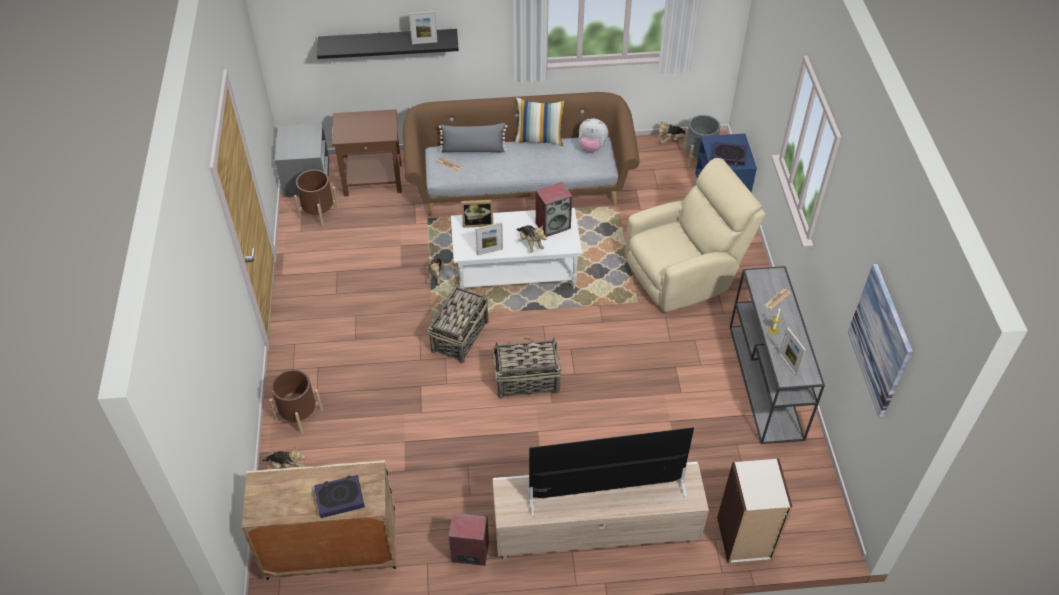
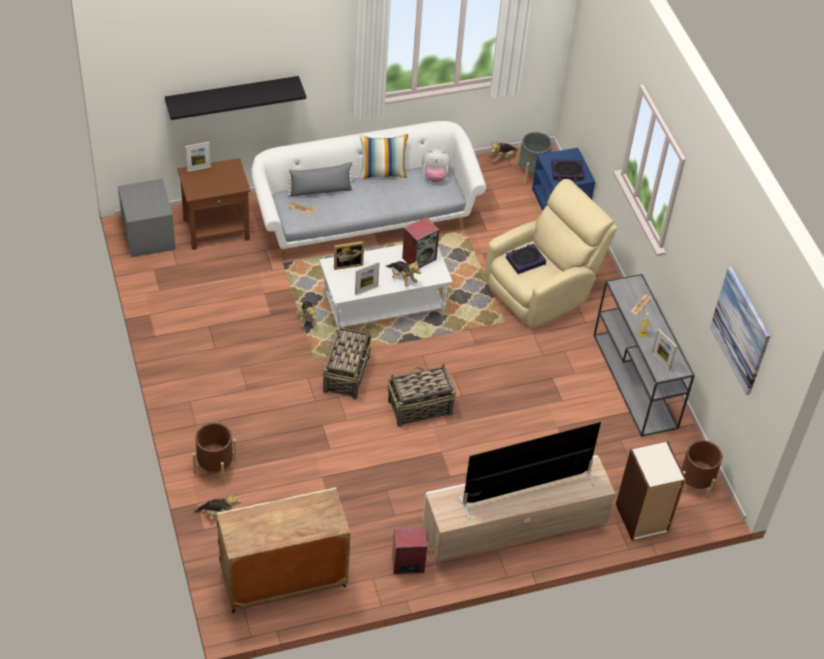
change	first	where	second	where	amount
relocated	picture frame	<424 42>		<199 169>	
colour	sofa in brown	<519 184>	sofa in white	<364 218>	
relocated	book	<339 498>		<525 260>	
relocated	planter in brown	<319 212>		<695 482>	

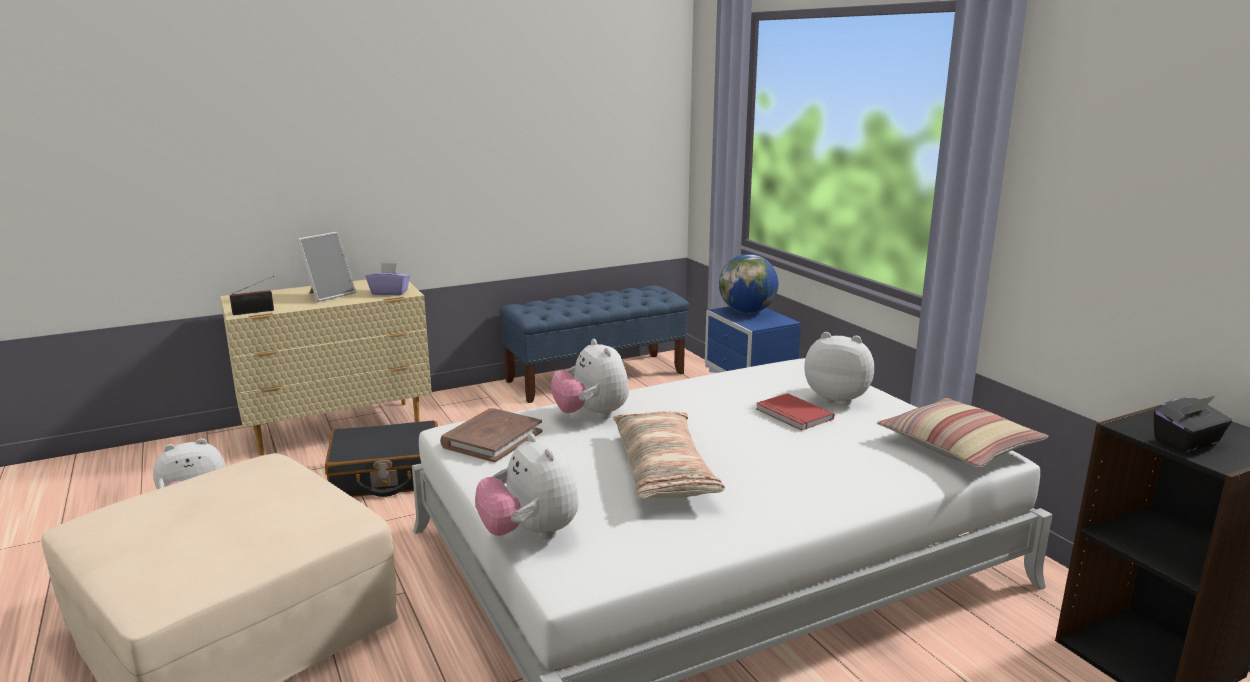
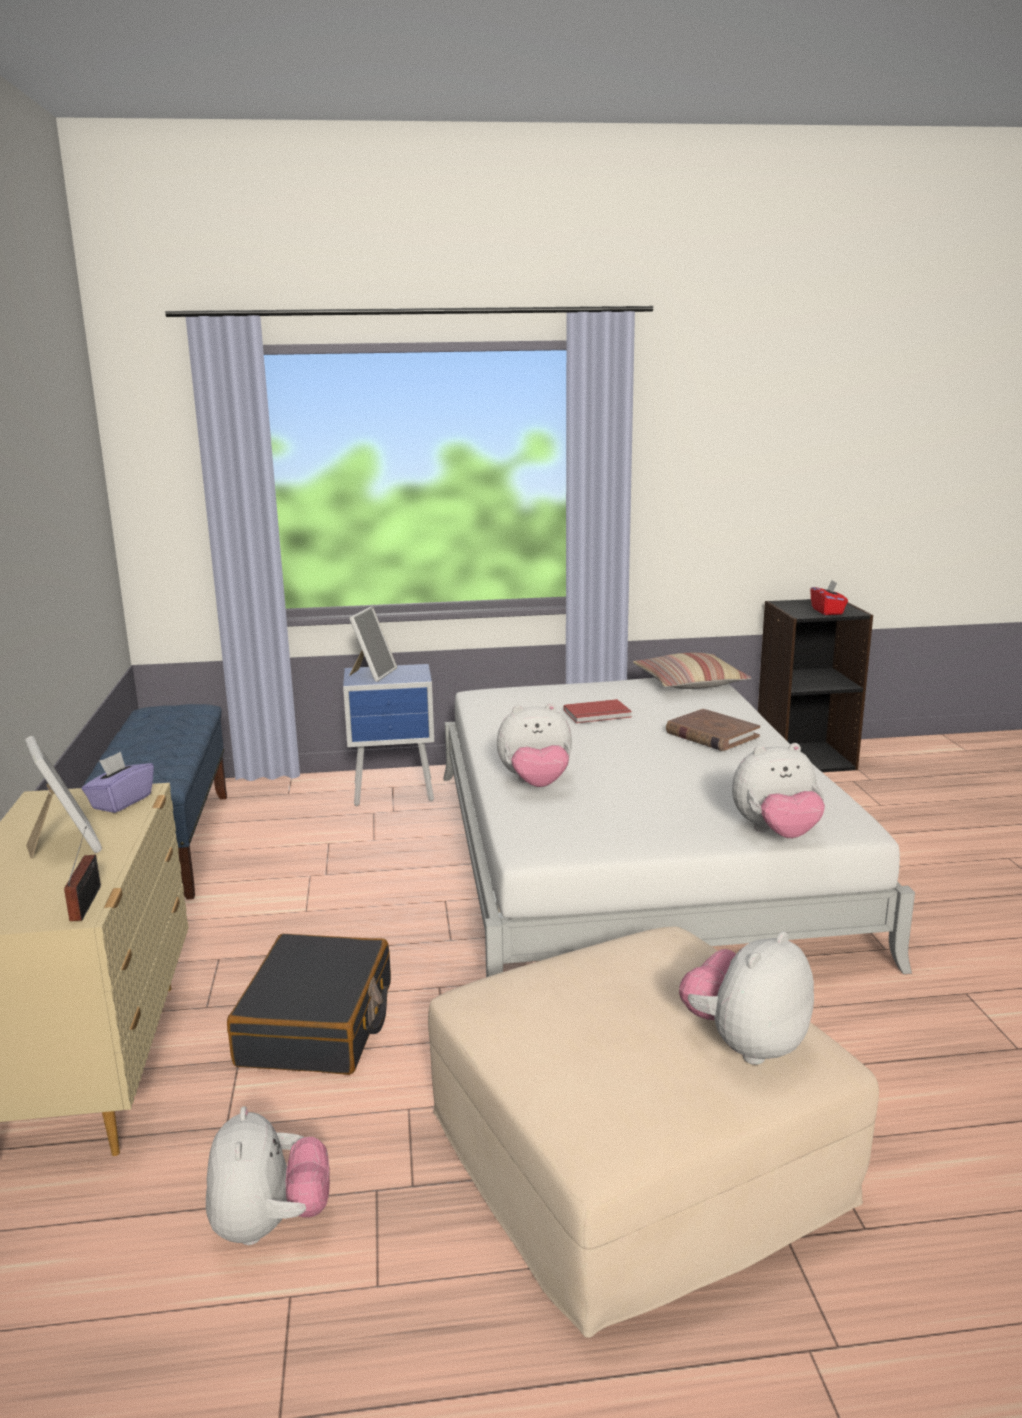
change	first	where	second	where	amount
exchanged	globe	<747 312>	picture frame	<372 674>	
relocated	book in brown	<492 439>		<711 734>	
relocated	plush toy	<838 398>		<745 1044>	
colour	tissue box in black	<1187 442>	tissue box in red	<827 611>	
missing	pillow	<664 470>			

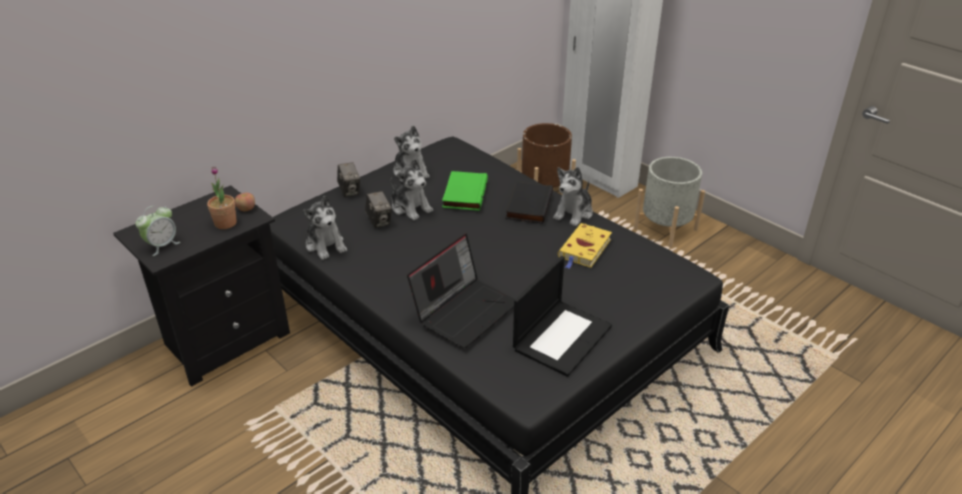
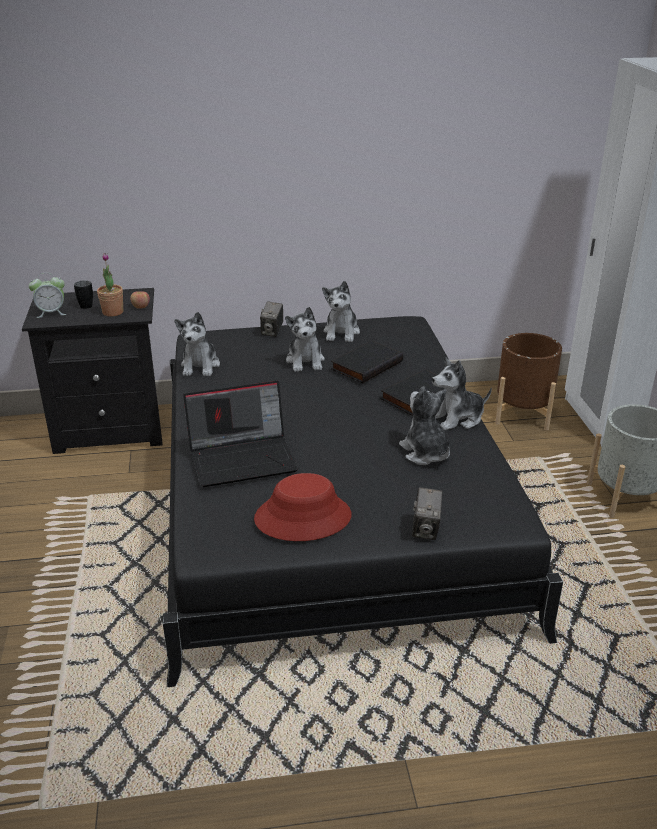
change	first	where	second	where	amount
appeared			mug in black	<85 304>	
exchanged	laptop	<562 337>	hat in red	<303 517>	
colour	book in green	<464 193>	book in black	<366 365>	
exchanged	book in yellow	<584 249>	plush toy	<425 453>	
relocated	photo camera	<379 221>		<426 529>	

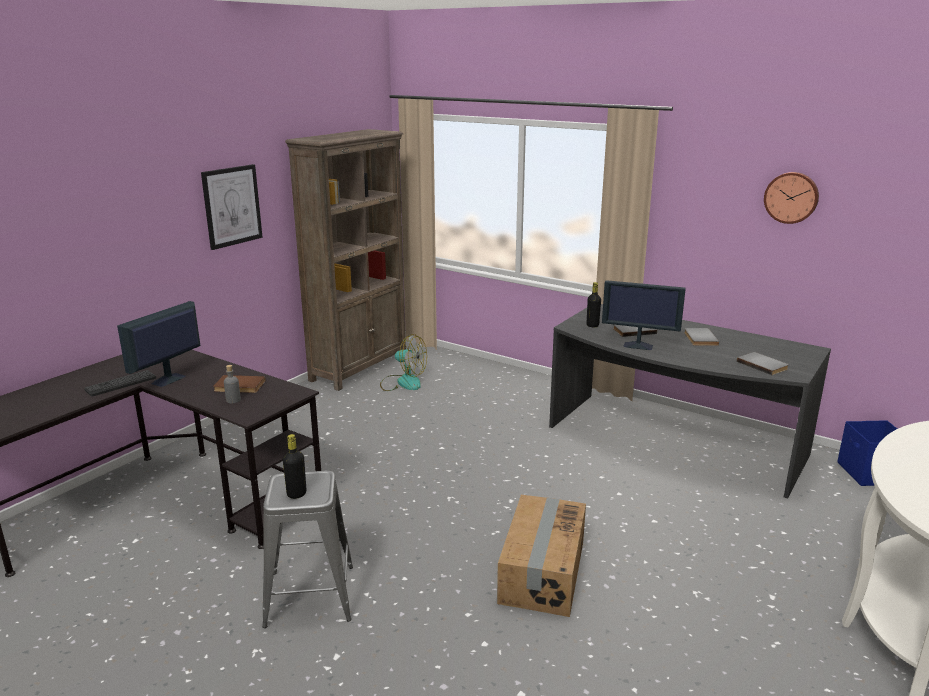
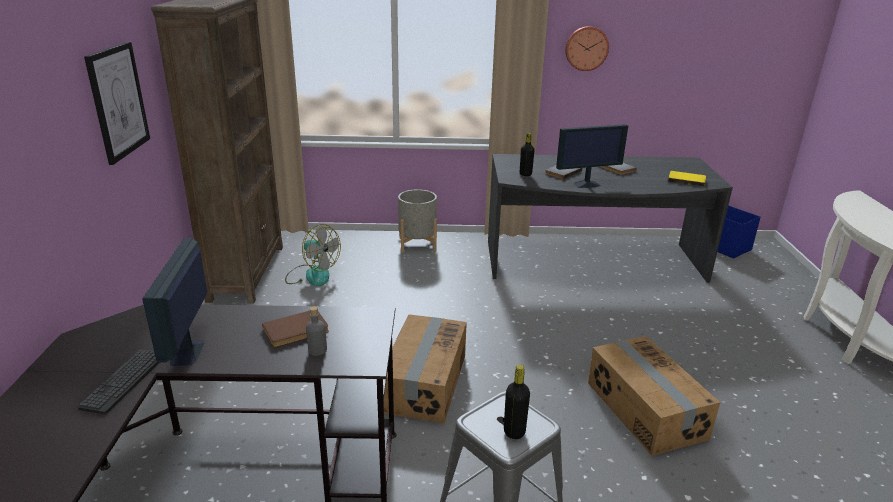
change	first	where	second	where	amount
spun	fan	<403 382>		<312 275>	45 degrees clockwise
appeared			cardboard box	<424 383>	
appeared			planter in grey	<417 244>	
relocated	wall clock	<791 197>		<586 48>	
colour	book in grey	<763 365>	book in yellow	<686 180>	

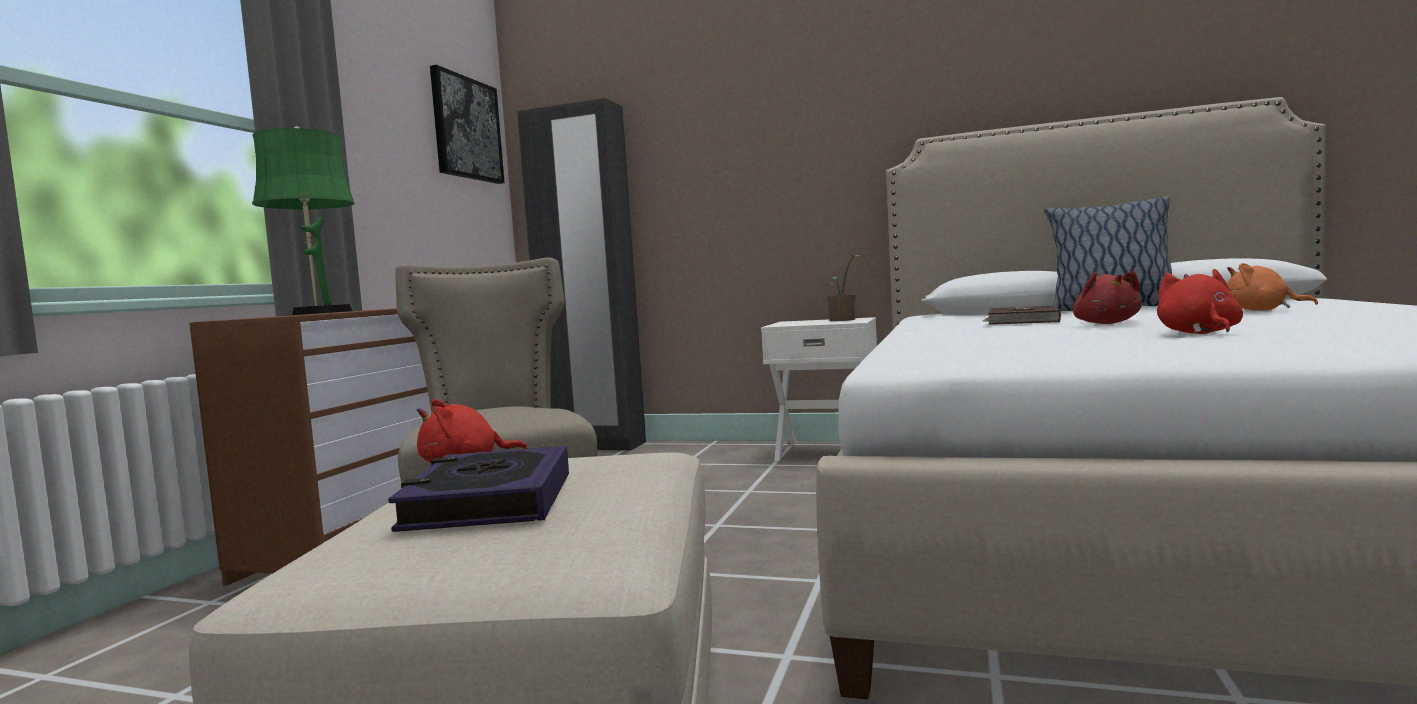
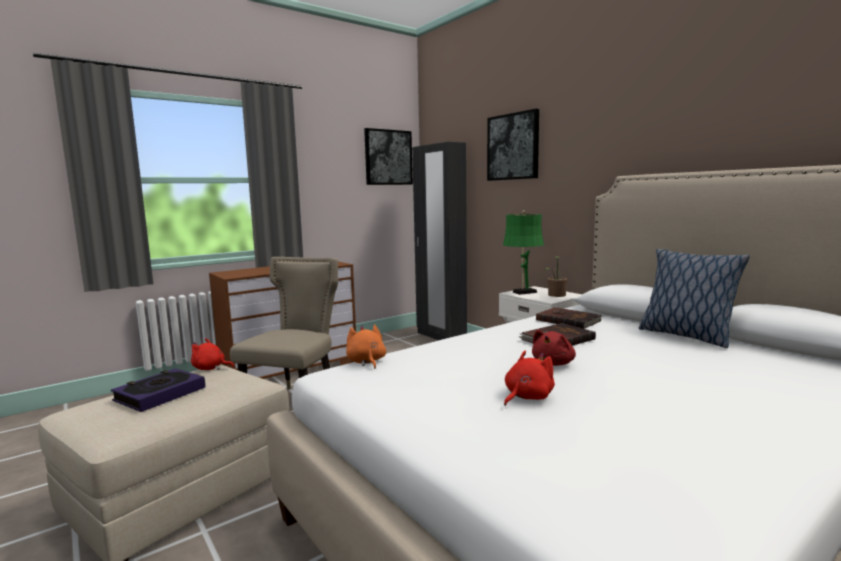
change	first	where	second	where	amount
relocated	plush toy in orange	<1261 310>		<366 362>	
appeared			picture	<513 147>	
relocated	table lamp in green	<317 313>		<522 292>	
appeared			book in brown	<568 320>	

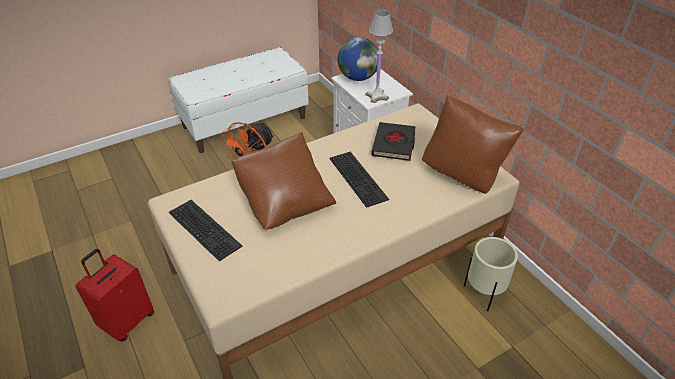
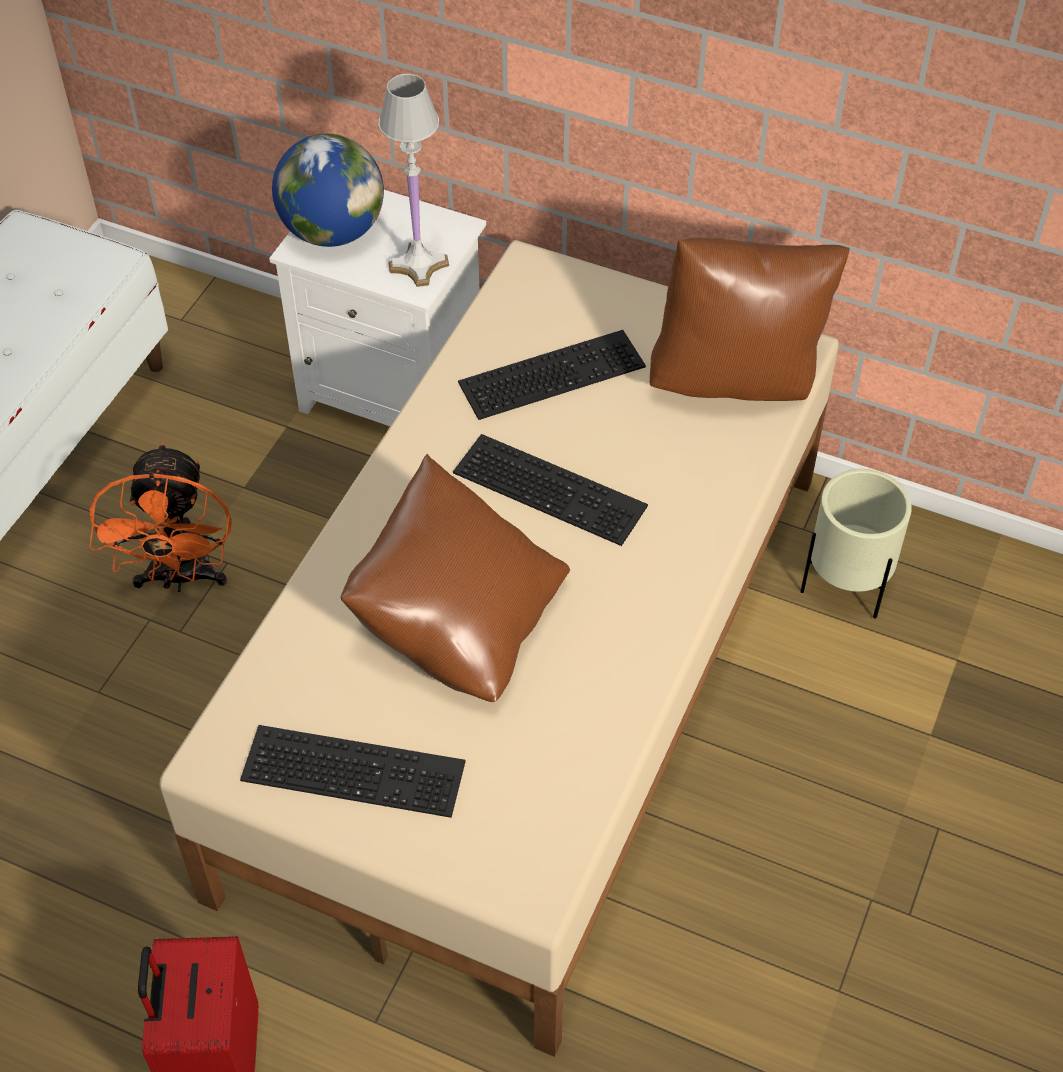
change	first	where	second	where	amount
exchanged	book in black	<394 144>	keyboard	<552 371>	

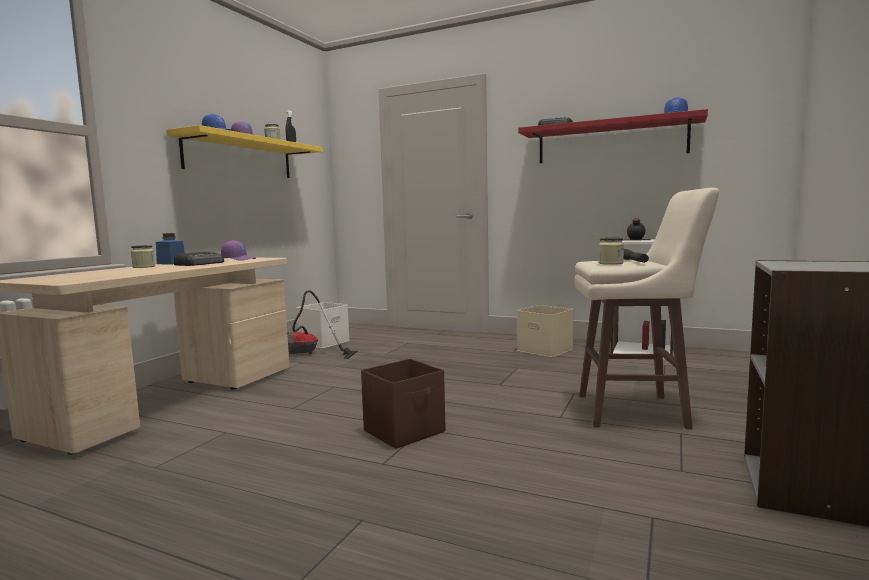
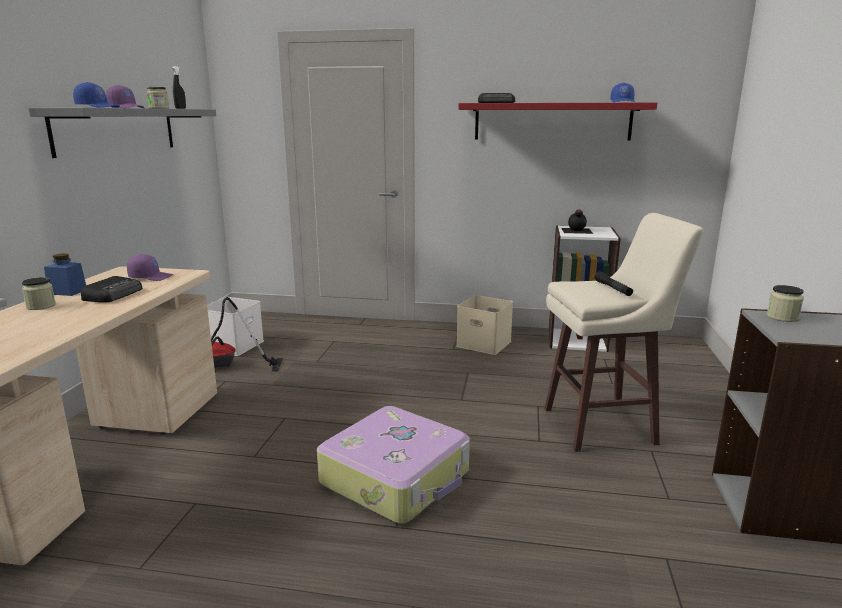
change	first	where	second	where	amount
colour	shelf in yellow	<240 157>	shelf in grey	<117 130>	
exchanged	storage box in brown	<405 431>	suitcase	<397 478>	
relocated	jar	<610 263>		<782 317>	

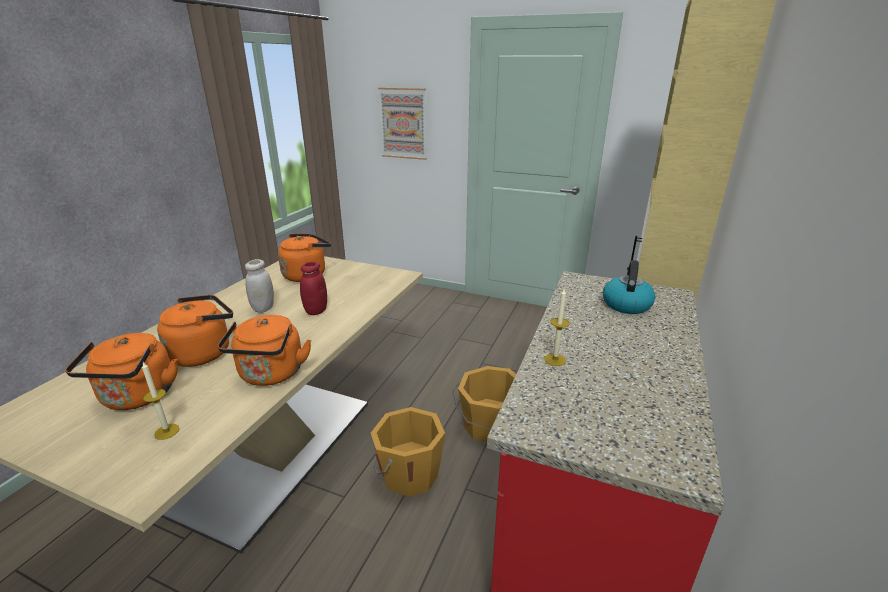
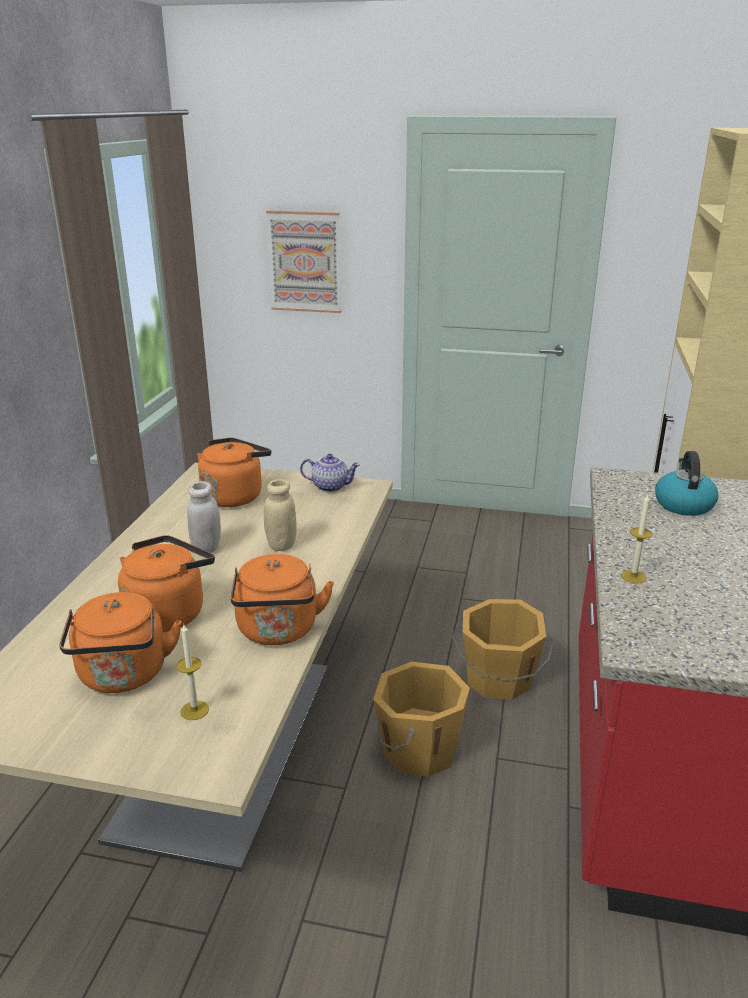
change	first	where	second	where	amount
colour	jar in red	<316 311>	jar in beige	<281 545>	
appeared			teapot	<330 486>	

